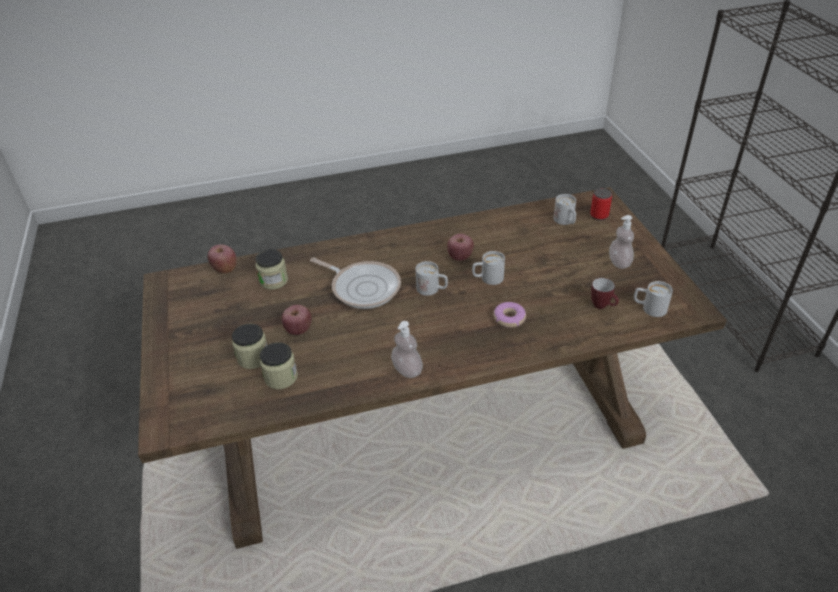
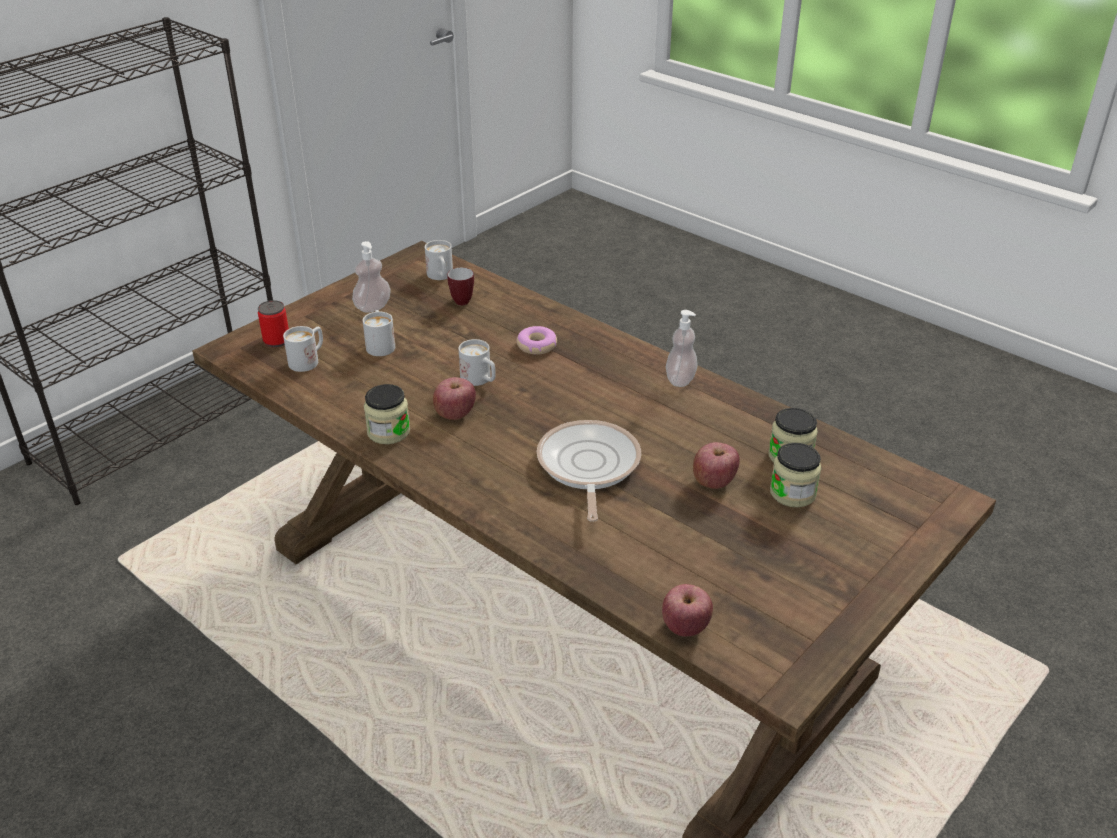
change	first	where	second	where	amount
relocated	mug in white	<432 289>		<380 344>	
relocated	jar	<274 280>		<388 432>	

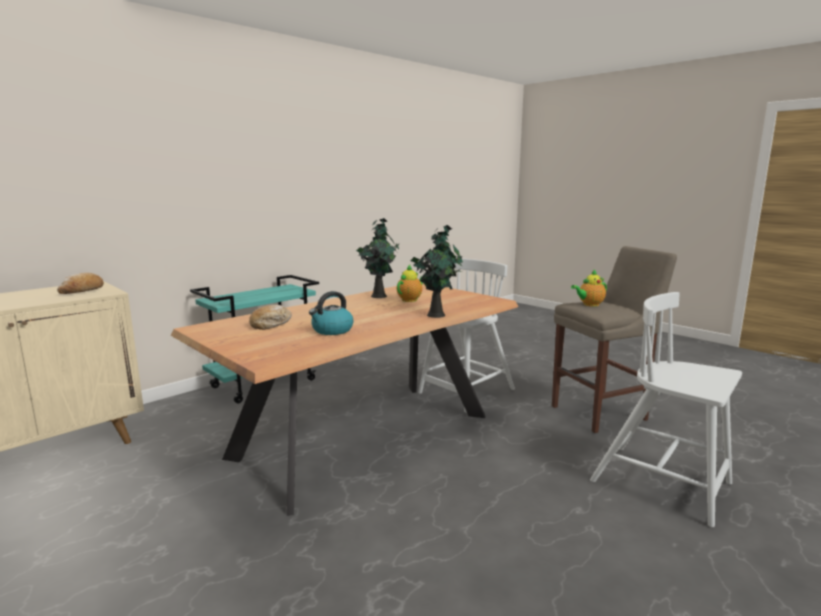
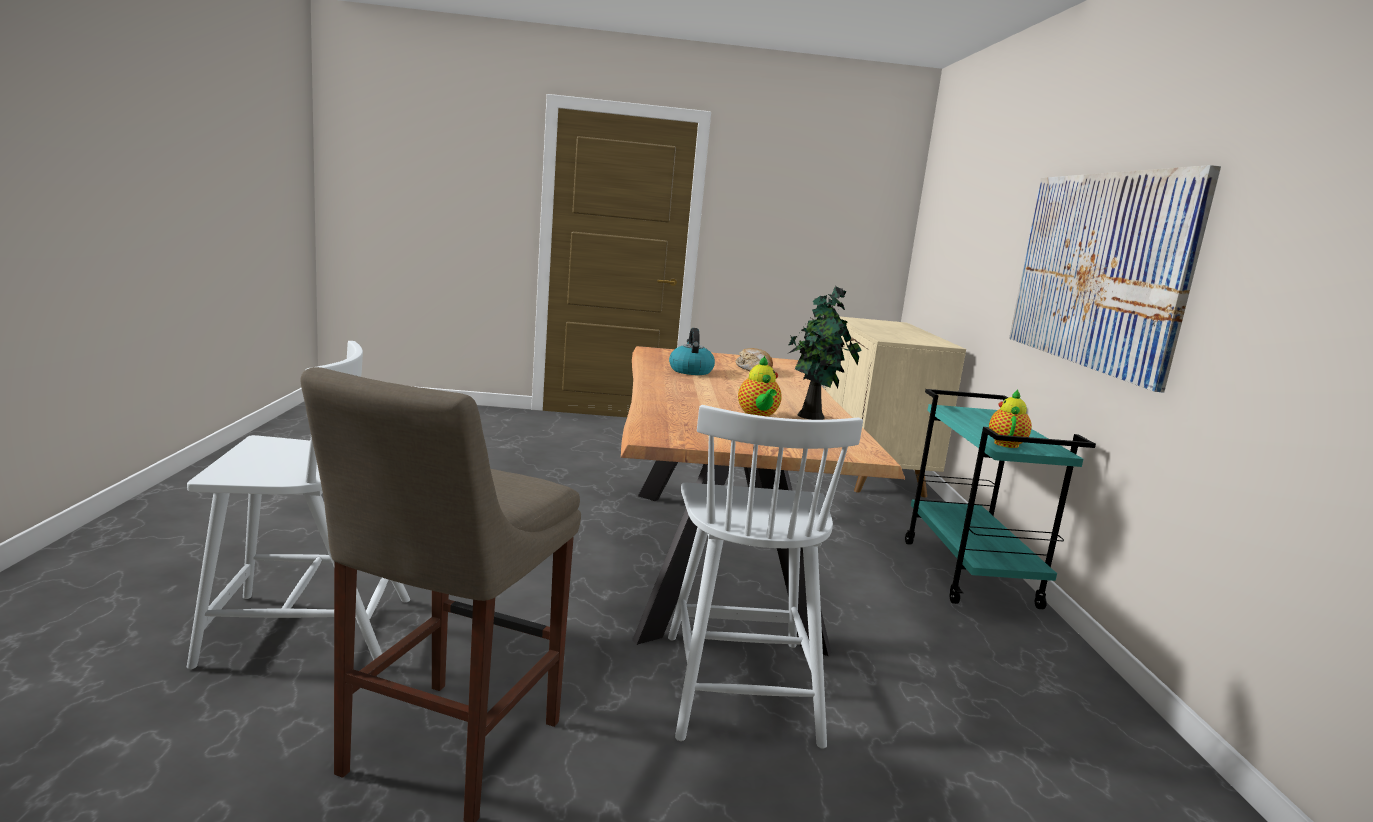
change	first	where	second	where	amount
relocated	teapot	<589 304>		<1006 443>	
appeared			picture	<1098 270>	
missing	bread	<82 291>			
missing	potted plant	<437 314>			

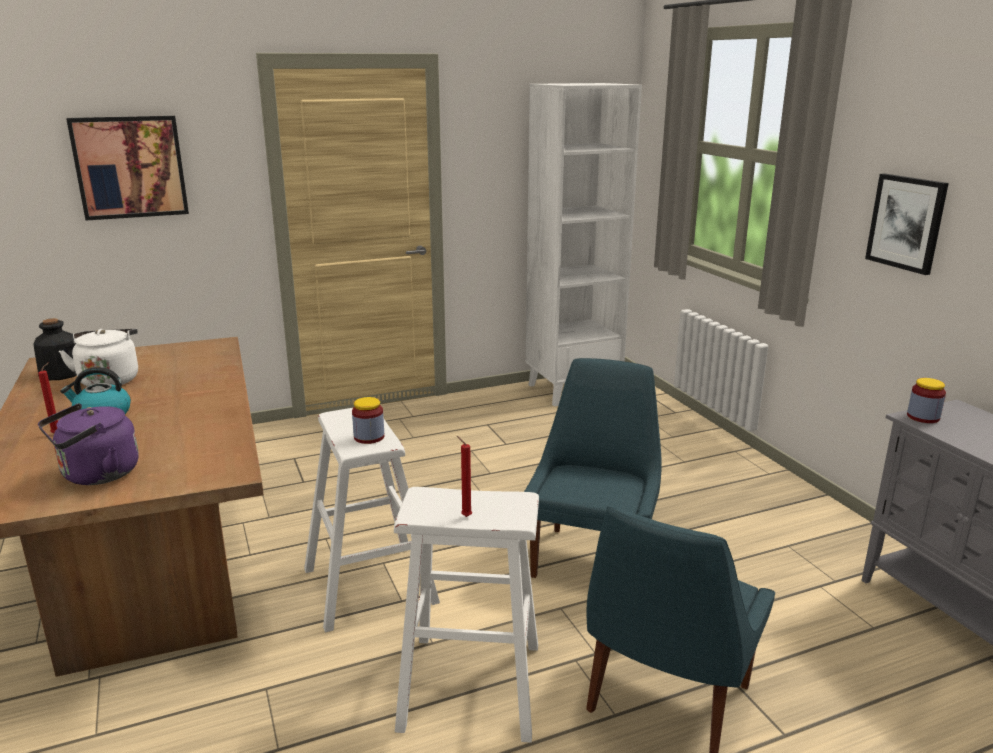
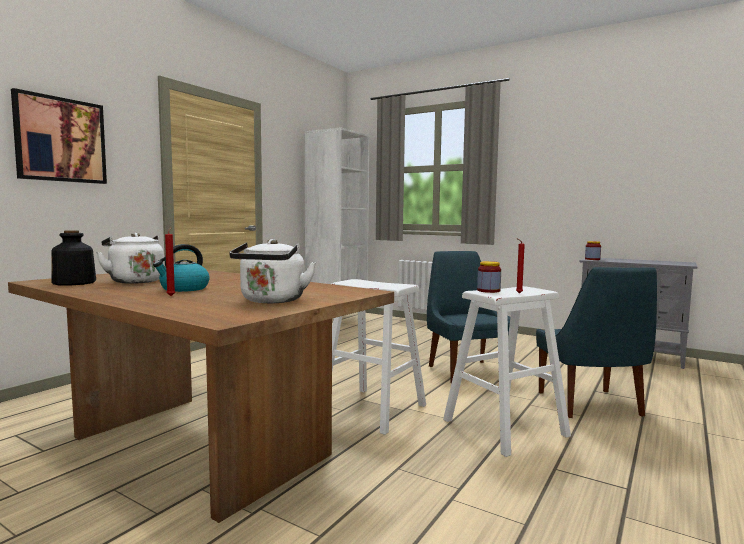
change	first	where	second	where	amount
colour	kettle in purple	<96 475>	kettle in white	<272 301>	
relocated	jar	<369 437>		<488 291>	
missing	picture	<906 223>			

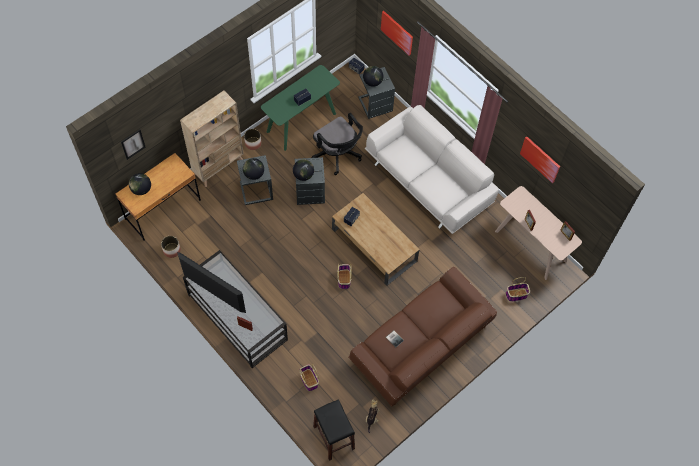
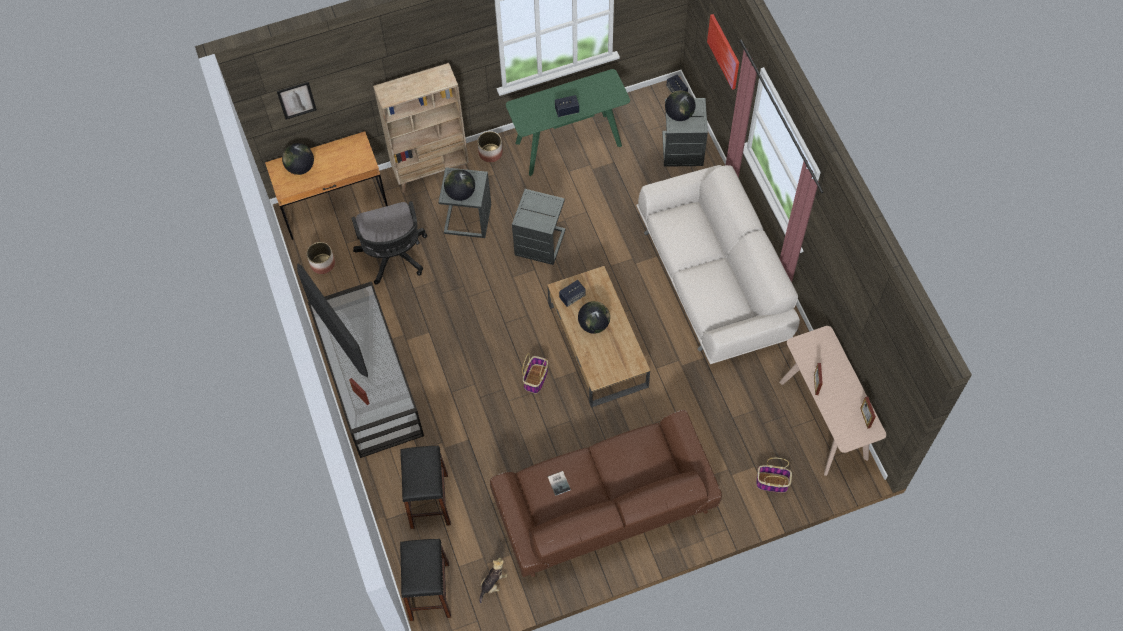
change	first	where	second	where	amount
relocated	office chair in black	<338 155>		<394 257>	
exchanged	basket	<309 380>	stool in black	<429 500>	
relocated	globe	<303 175>		<594 324>	
missing	picture	<540 159>			

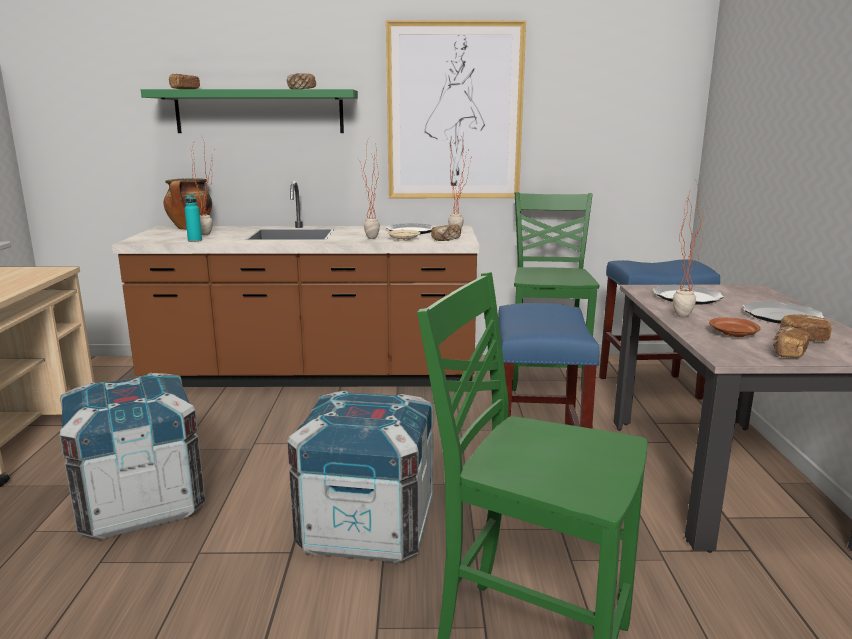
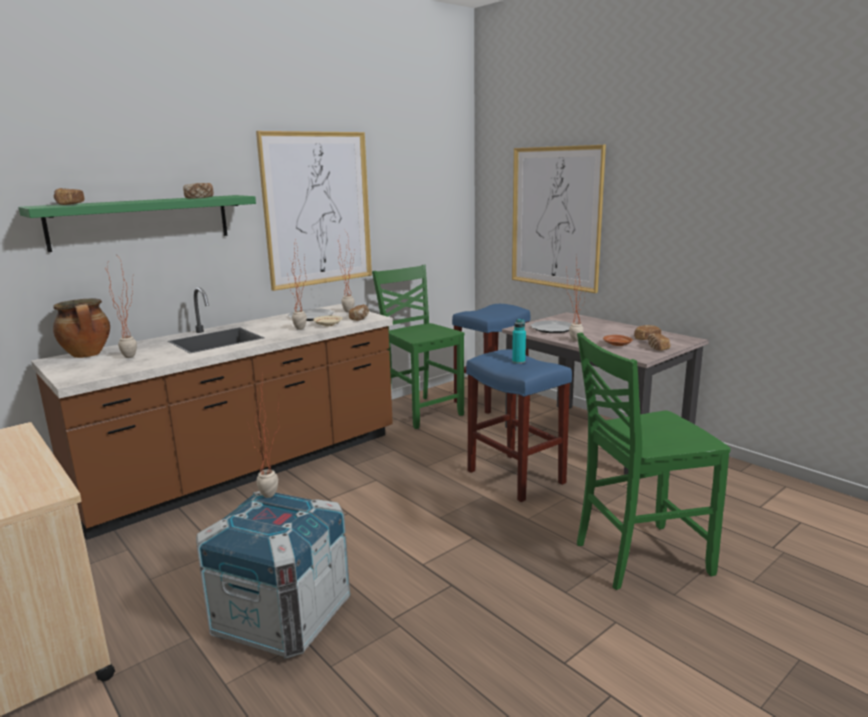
change	first	where	second	where	amount
appeared			potted plant	<272 498>	
appeared			picture	<555 218>	
relocated	bottle in turquoise	<195 240>		<518 361>	
missing	crate	<367 527>			
missing	plate	<782 316>			

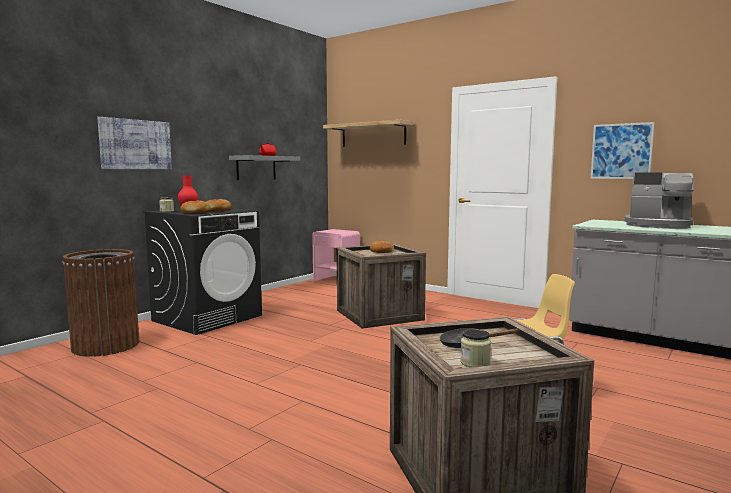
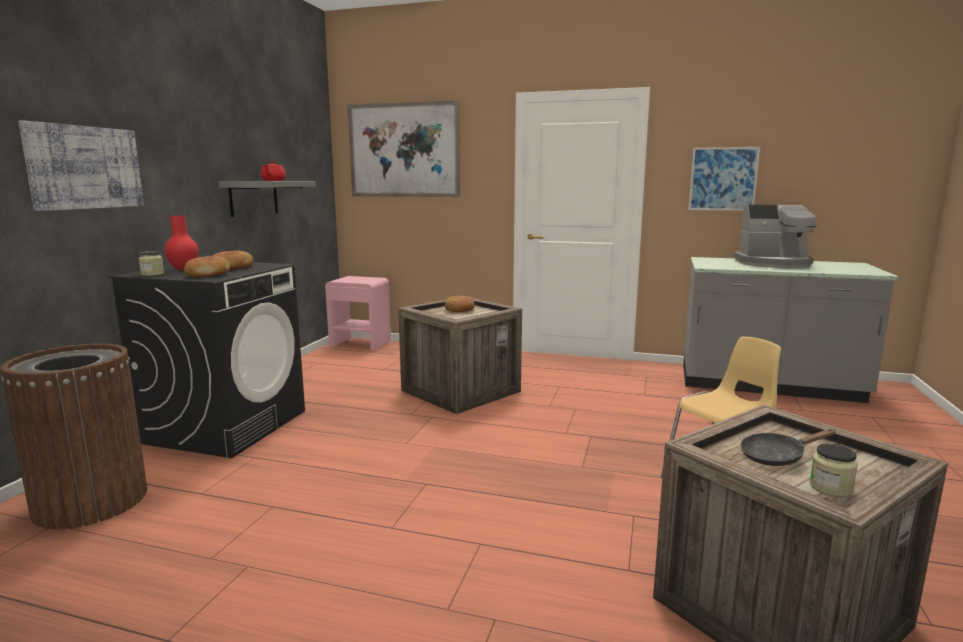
change	first	where	second	where	amount
exchanged	shelf	<373 135>	picture	<403 150>	

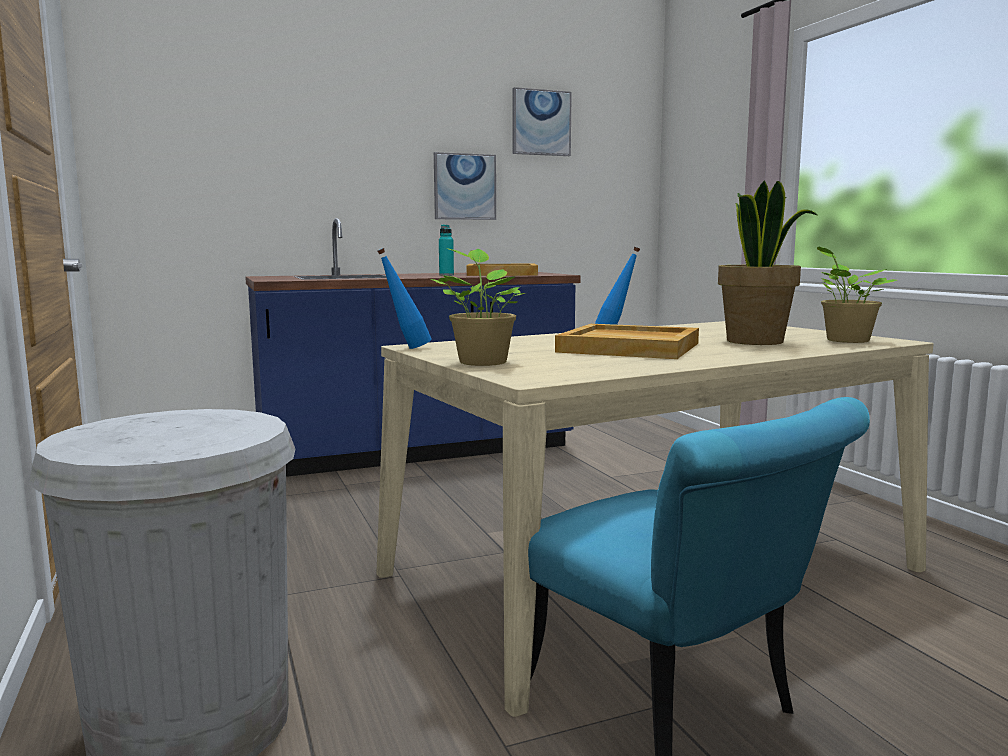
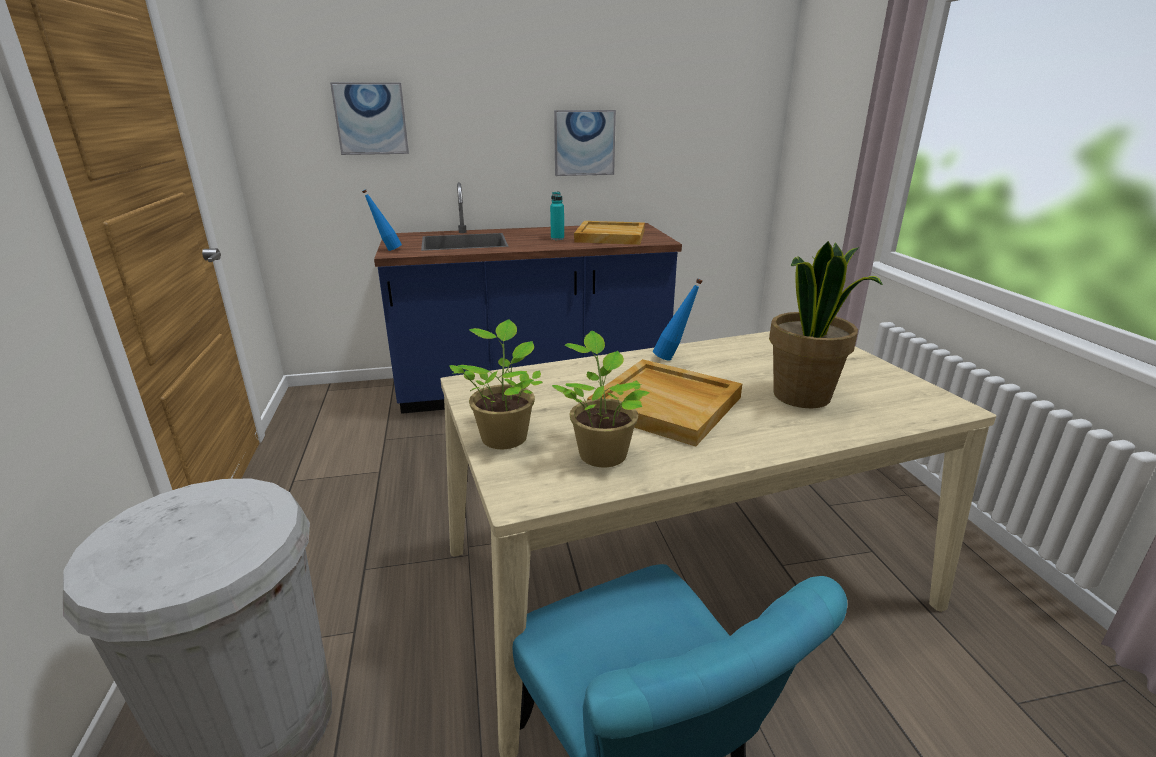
change	first	where	second	where	amount
relocated	picture	<541 123>		<371 119>	
relocated	bottle in blue	<406 348>		<386 250>	
relocated	potted plant	<845 340>		<601 453>	

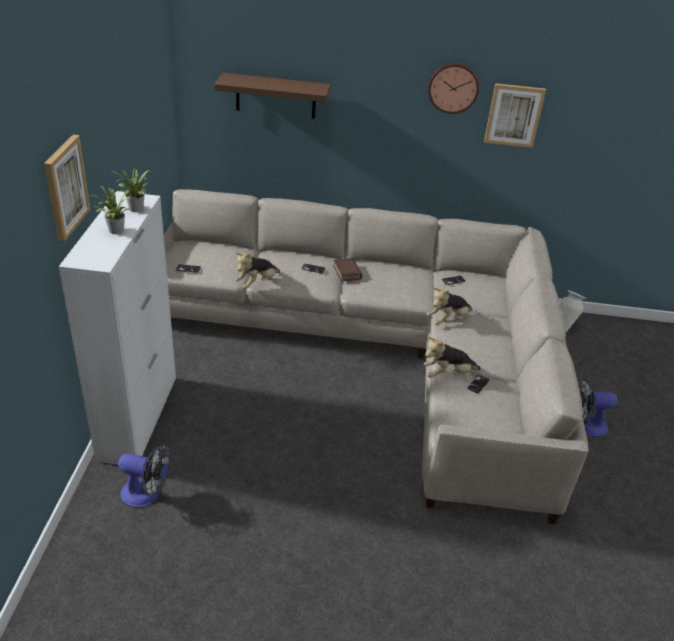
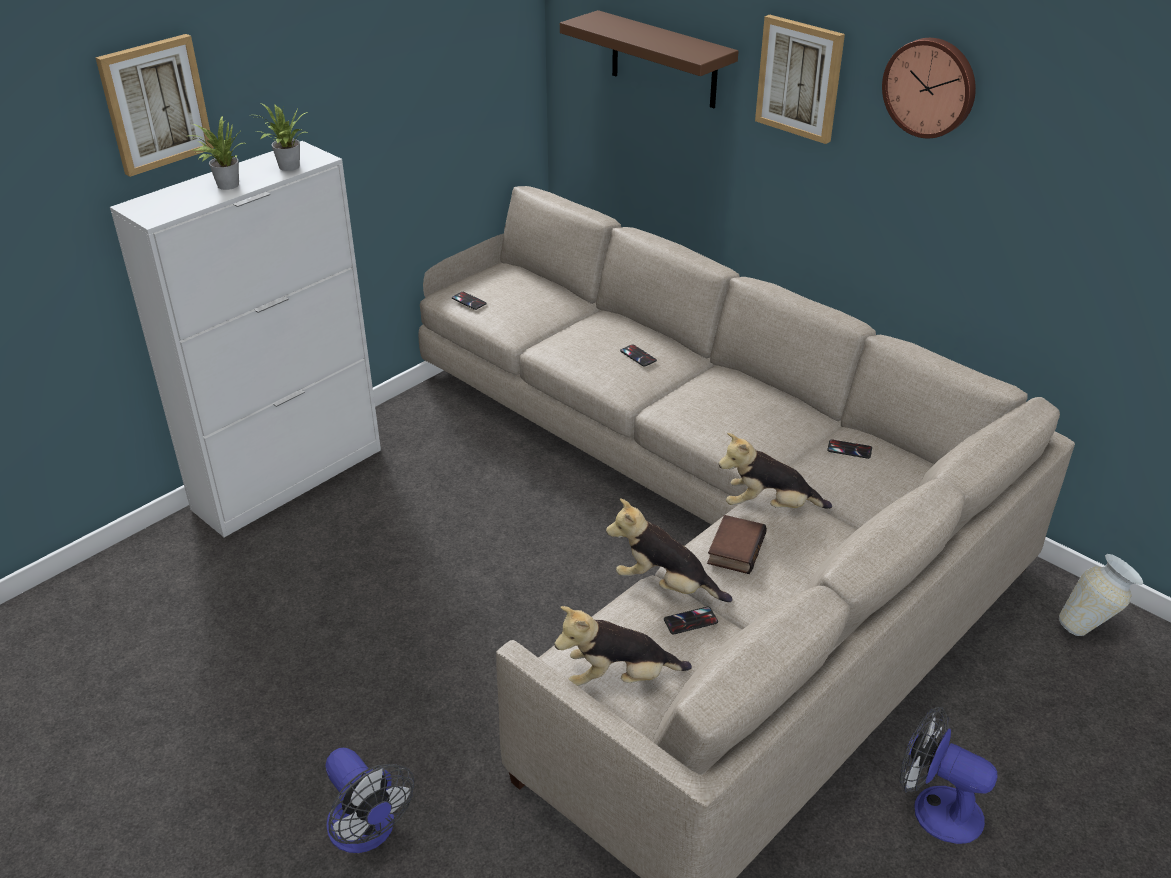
change	first	where	second	where	amount
relocated	fan	<147 494>		<367 832>	
relocated	plush toy	<256 283>		<619 678>	
relocated	book	<346 272>		<734 548>	
relocated	picture	<514 115>		<800 78>	

